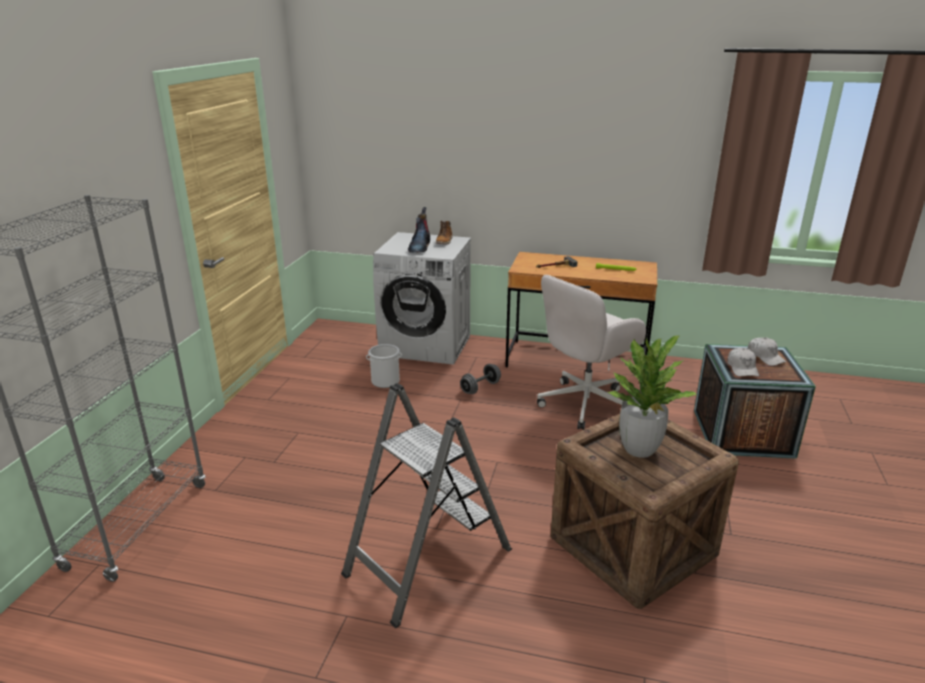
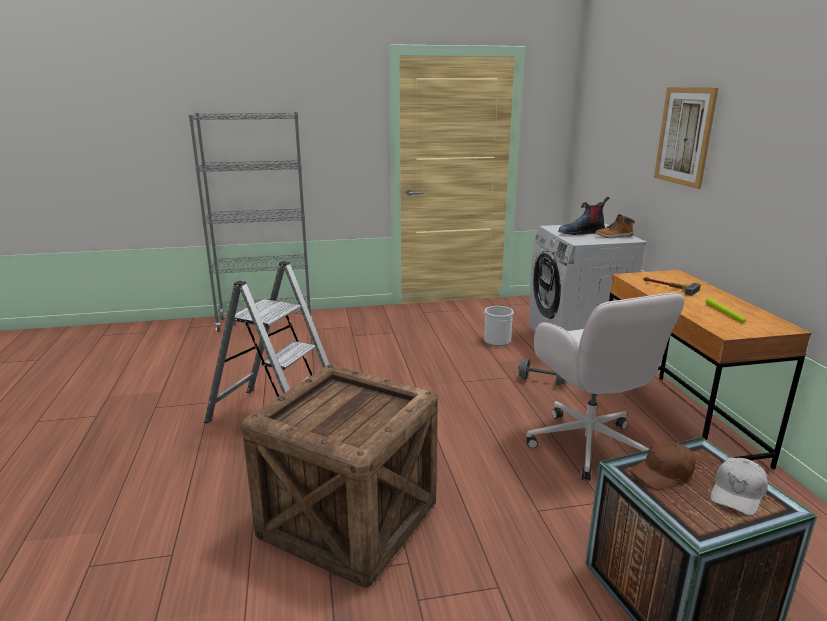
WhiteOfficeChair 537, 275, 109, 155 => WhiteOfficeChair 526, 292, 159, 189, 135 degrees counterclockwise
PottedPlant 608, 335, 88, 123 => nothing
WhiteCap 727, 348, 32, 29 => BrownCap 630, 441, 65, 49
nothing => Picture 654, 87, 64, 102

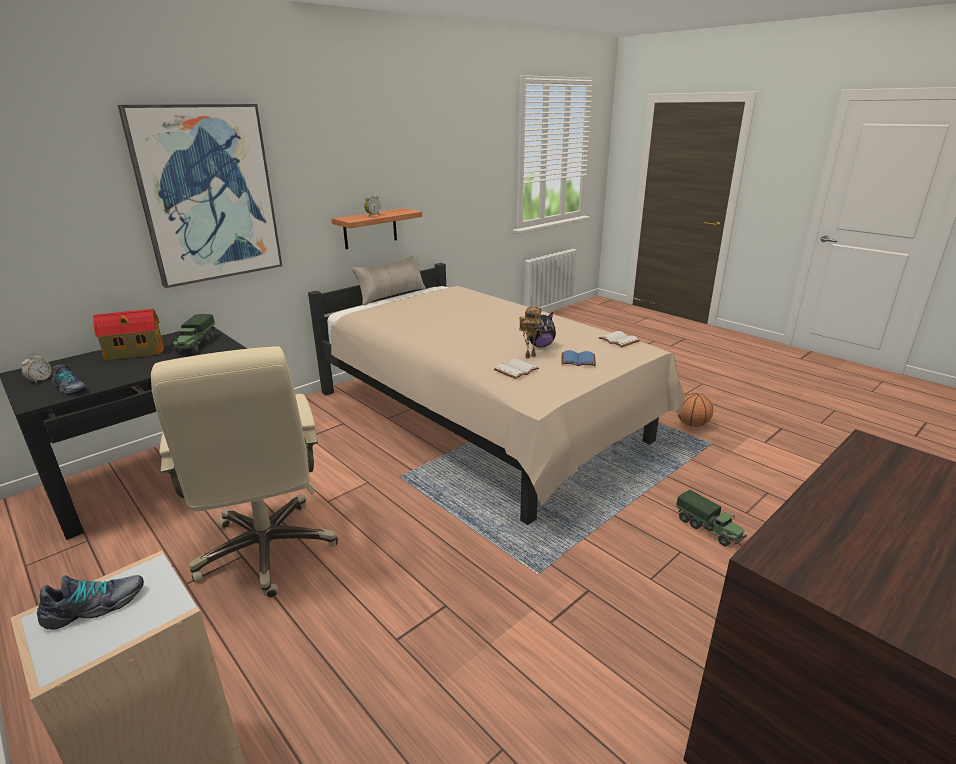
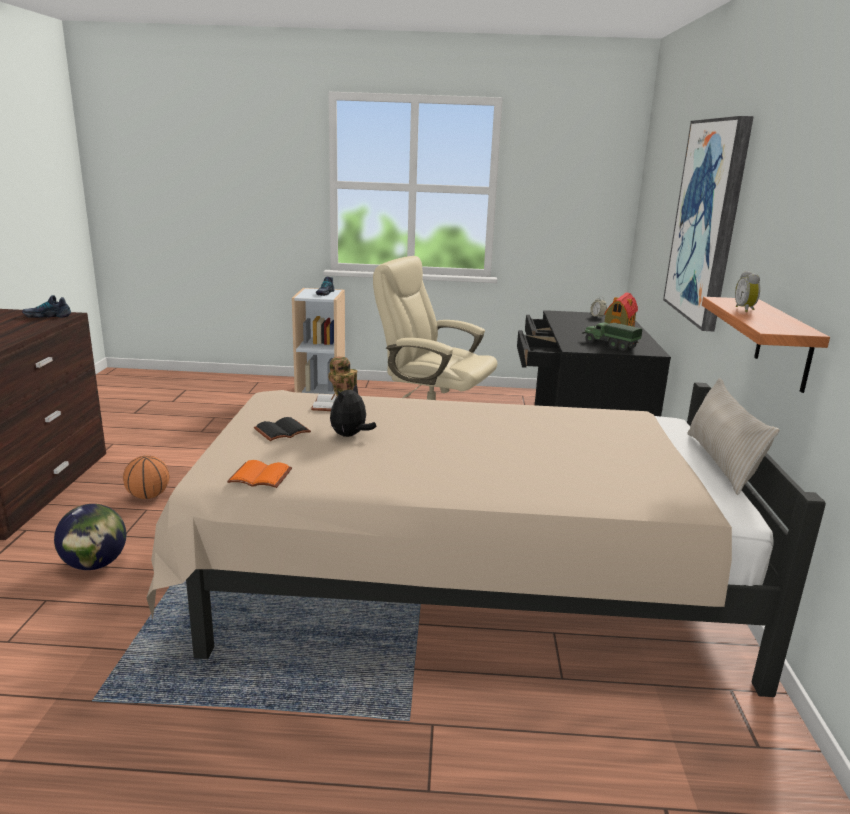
Shoe 52, 364, 36, 31 => Shoe 22, 295, 49, 23, shifted
BlueBook 562, 350, 34, 16 => BlackBook 254, 417, 57, 24
WhiteBook 599, 331, 41, 16 => OrangeBook 227, 460, 65, 28
ToyTruck 676, 490, 71, 57 => Globe 54, 504, 72, 66
Basketball 677, 393, 36, 34 => Basketball 123, 455, 46, 44, shifted

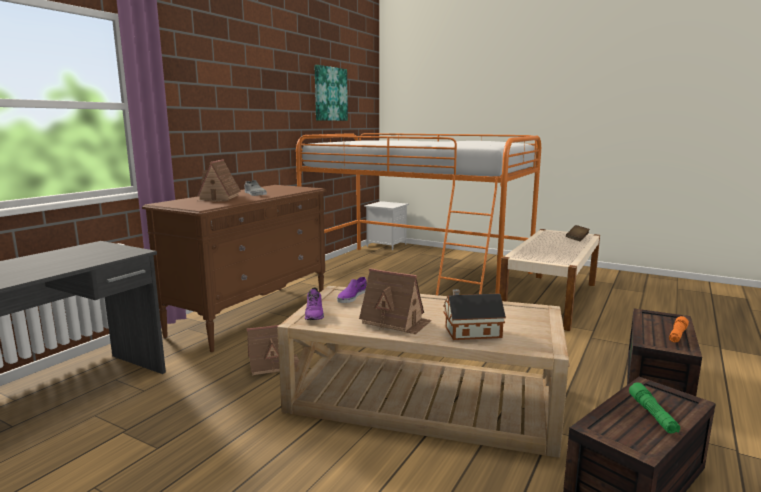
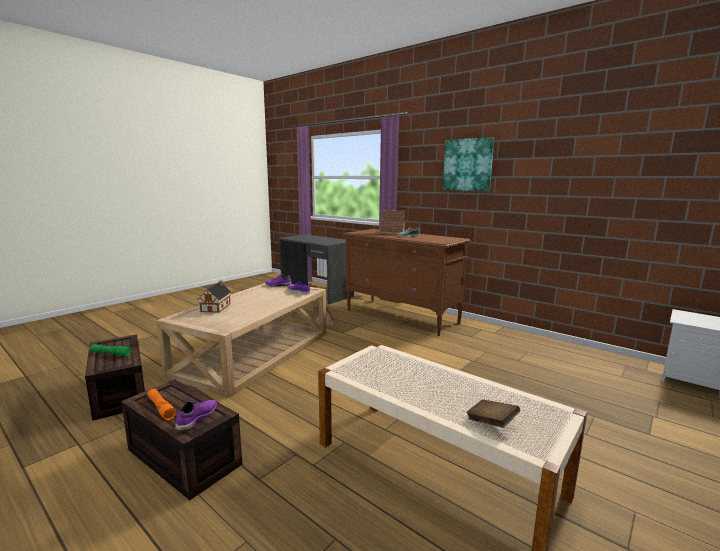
OrangeBed 296, 133, 245, 162 => nothing
Picture 314, 65, 34, 56 => Picture 443, 137, 51, 54, shifted
ToyHouse 359, 268, 73, 66 => nothing
nothing => PurpleShoe 175, 400, 42, 31

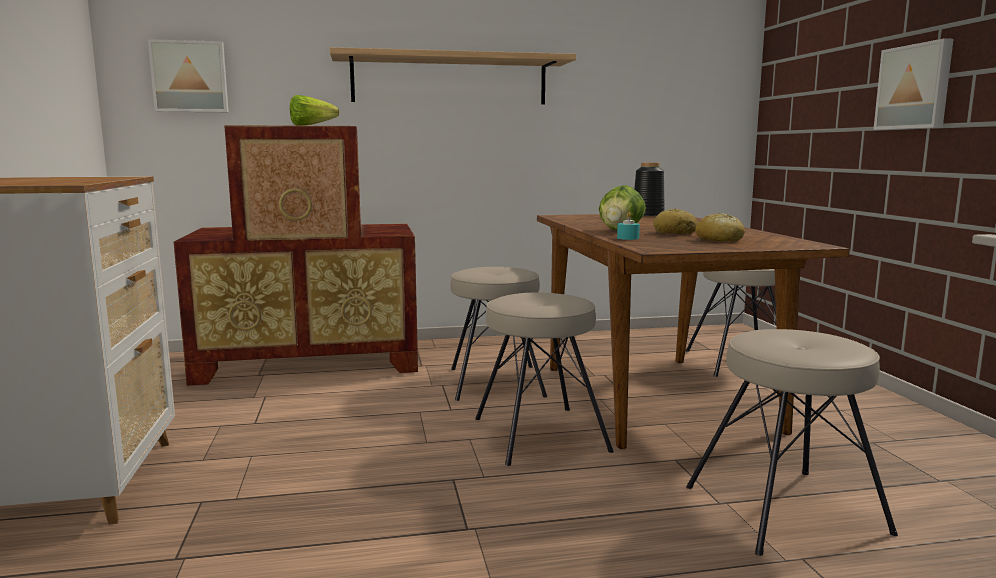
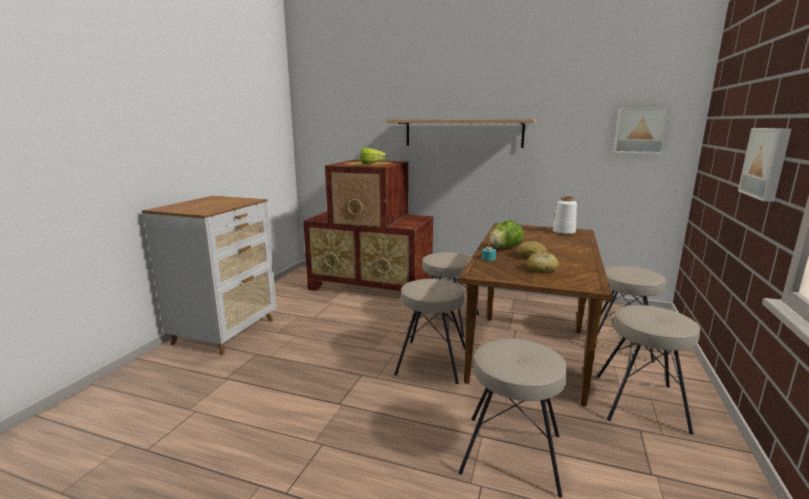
Picture 148, 39, 81, 73 => Picture 613, 107, 57, 47, shifted
BlackVase 634, 162, 31, 55 => WhiteVase 553, 196, 24, 39
nothing => BeigeStool 597, 305, 103, 130

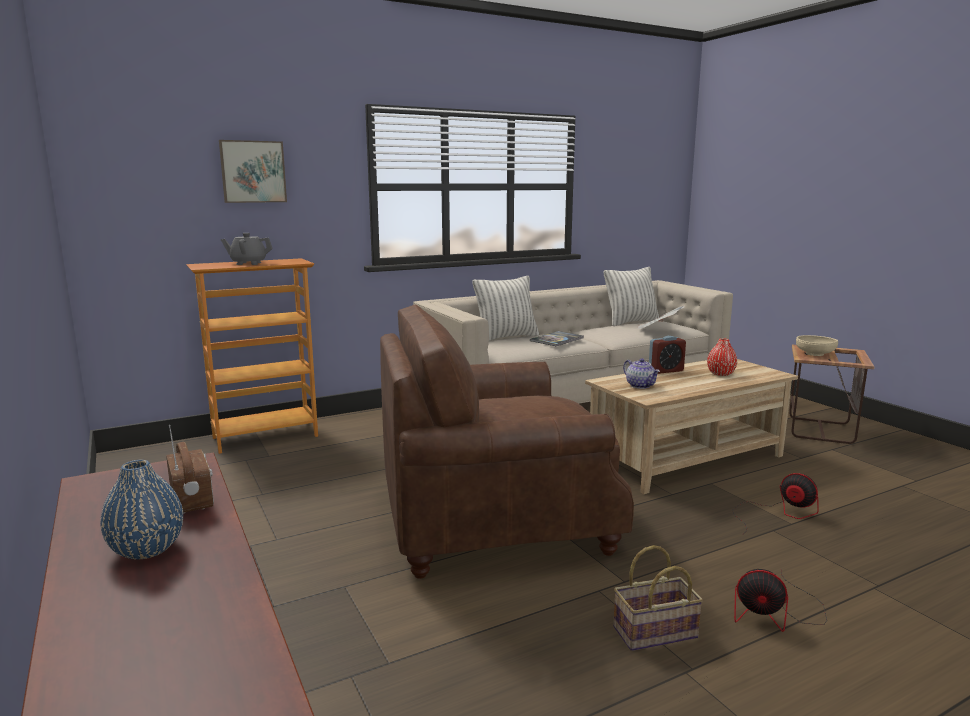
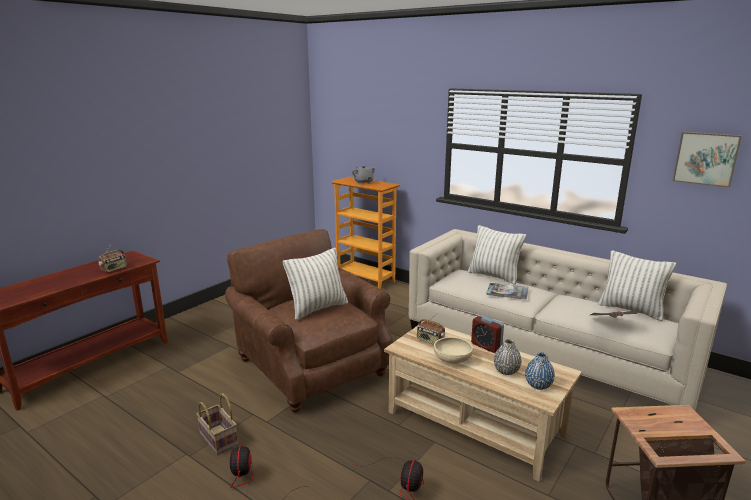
BlueVase 100, 460, 83, 100 => BlueVase 525, 352, 30, 38, shifted
Picture 219, 140, 68, 63 => Picture 673, 132, 69, 56, shifted
Teapot 623, 358, 37, 31 => Radio 417, 313, 28, 32
RedVase 707, 338, 30, 38 => GreyVase 494, 339, 28, 36
BeigeBowl 796, 335, 42, 21 => BeigeBowl 434, 337, 39, 27, shifted
nothing => Pillow 283, 248, 65, 72

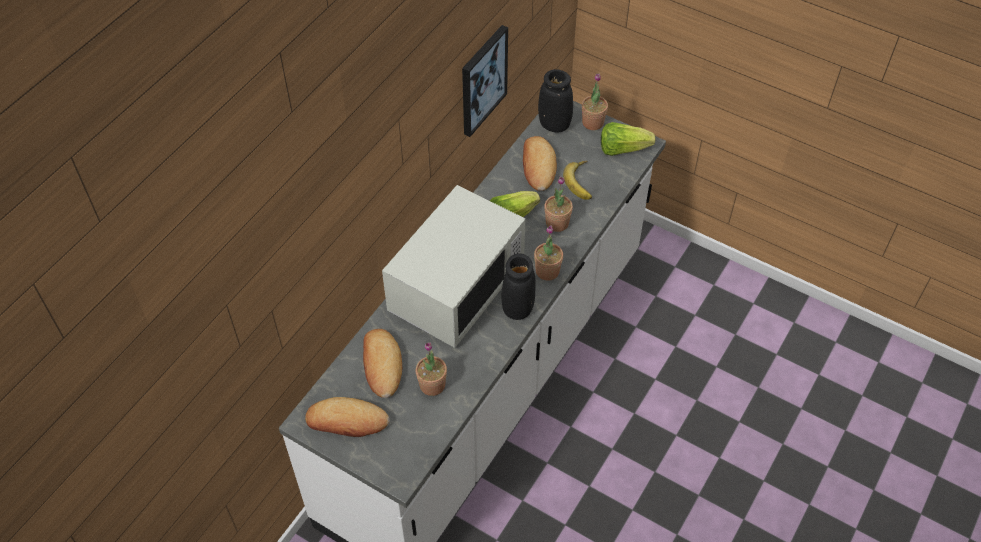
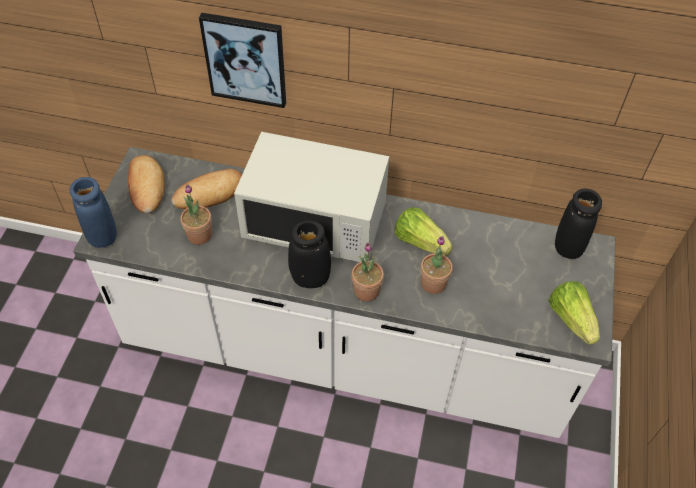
Picture 462, 25, 46, 112 => Picture 199, 13, 87, 95, shifted
Bread 523, 136, 34, 55 => nothing
Banana 563, 161, 29, 39 => nothing
PottedPlant 582, 74, 26, 56 => nothing
nothing => BlueVase 70, 177, 47, 71

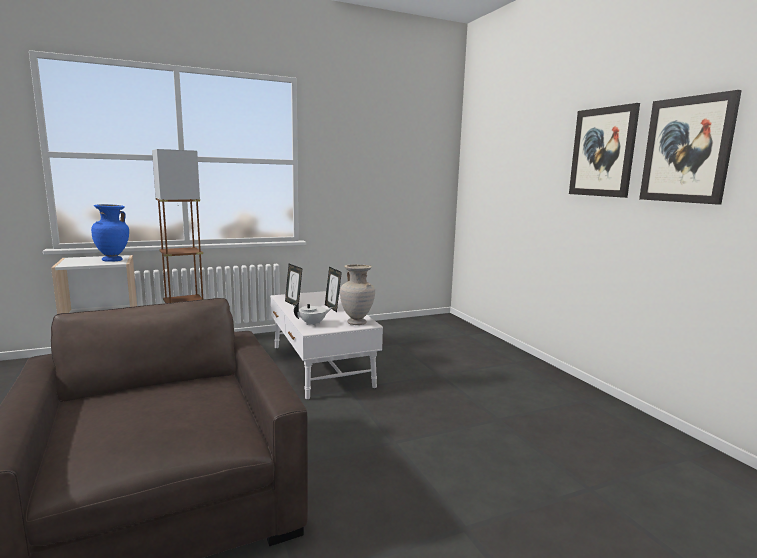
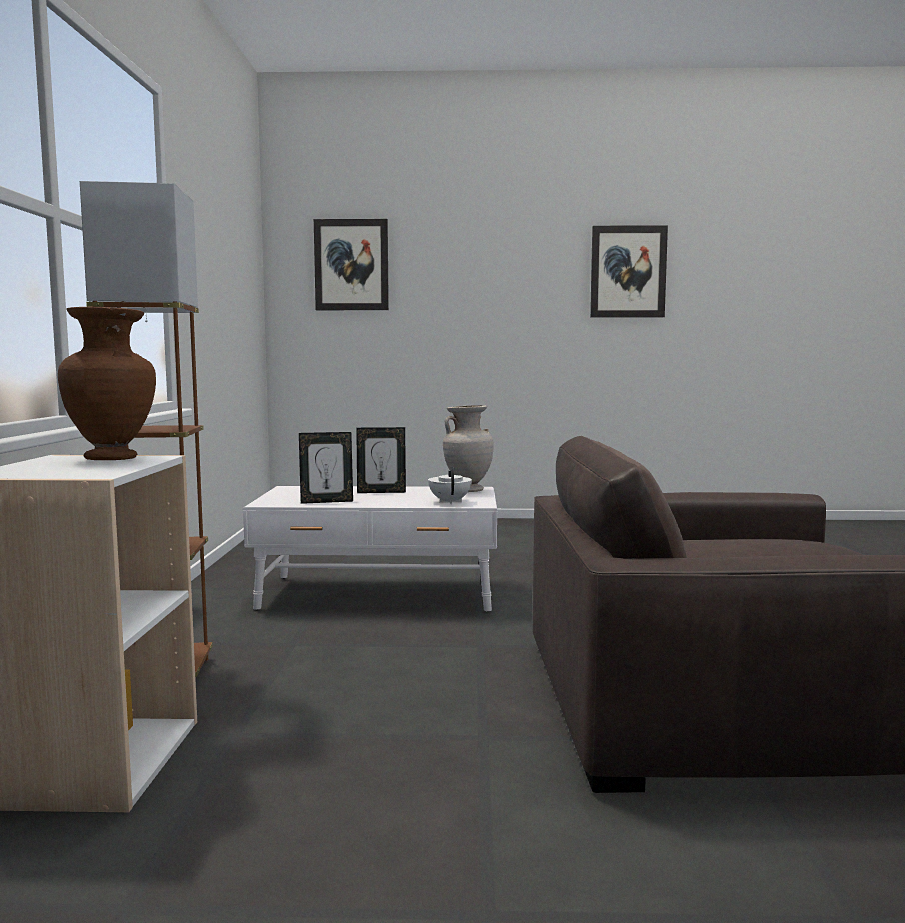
BlueVase 91, 204, 38, 58 => BrownVase 58, 307, 98, 153
Picture 569, 103, 71, 95 => Picture 314, 219, 75, 91, shifted

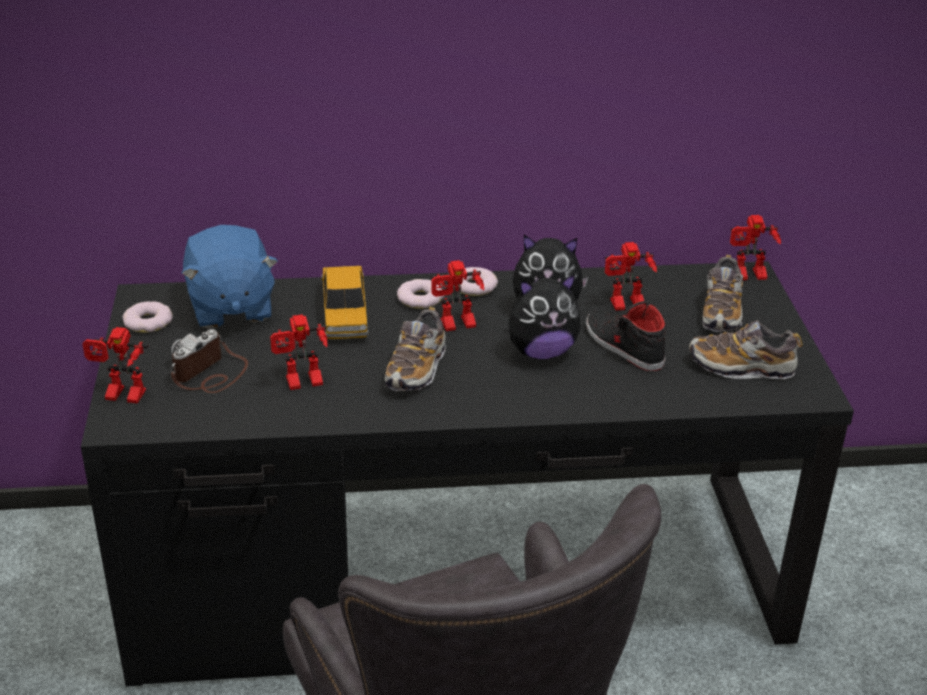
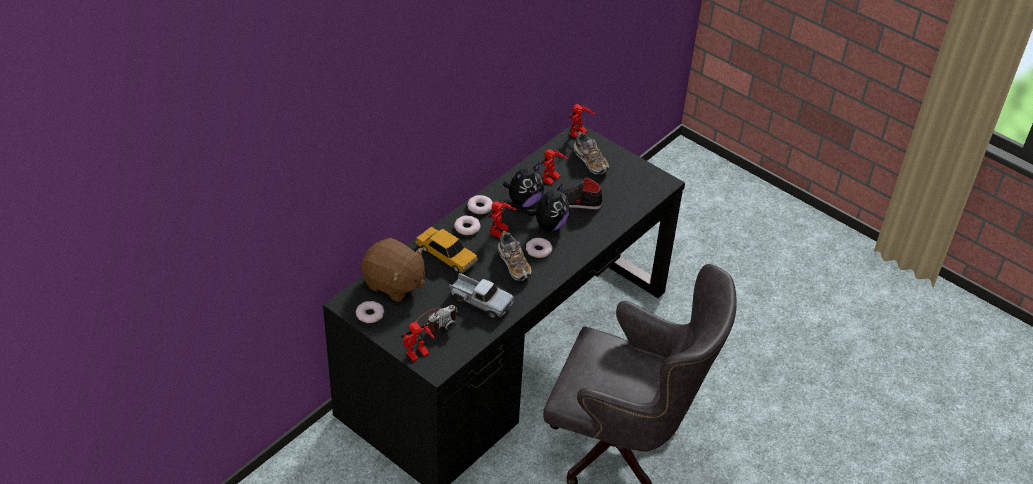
PhotoCamera 170, 329, 78, 64 => PhotoCamera 415, 305, 43, 27, 120 degrees counterclockwise
BluePlushToy 181, 225, 97, 104 => BrownPlushToy 361, 238, 64, 64
ToyRobot 270, 314, 57, 76 => ToyTruck 449, 273, 65, 45
Shoe 689, 320, 114, 59 => nothing
nothing => Donut 526, 238, 26, 20

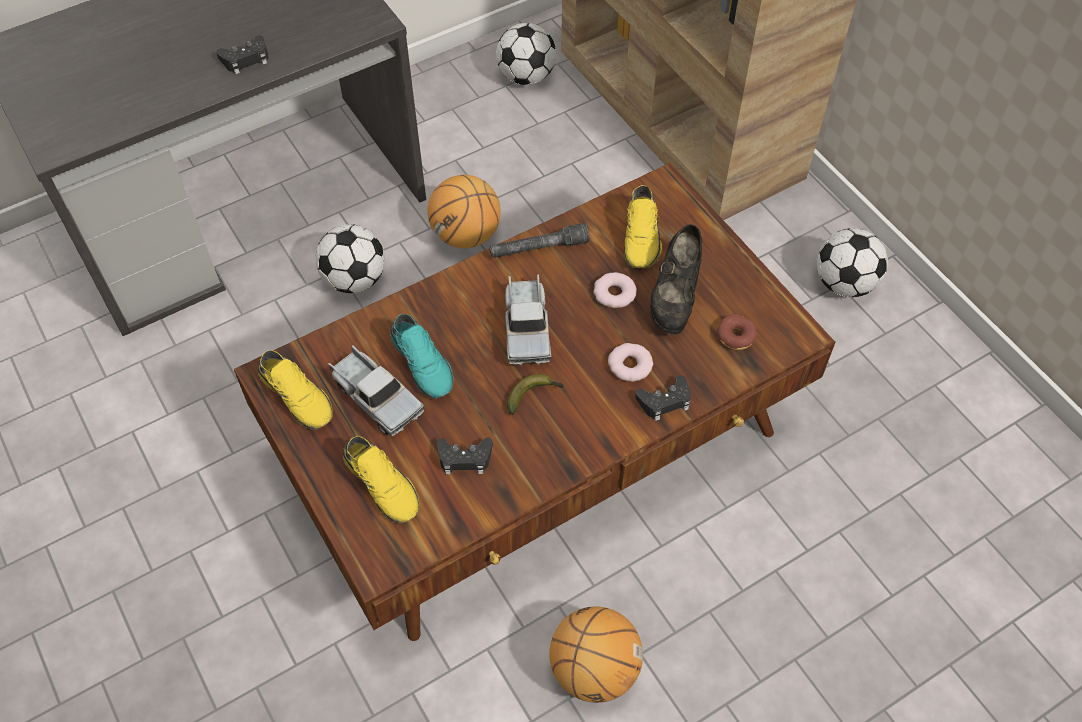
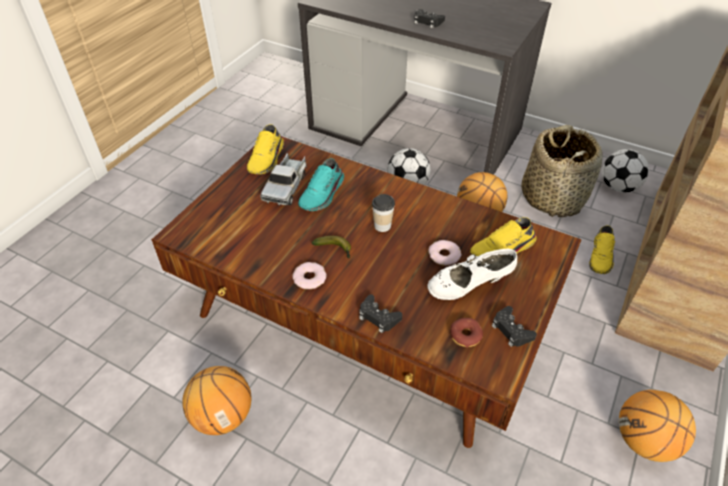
YellowShoe 343, 436, 76, 88 => YellowShoe 589, 226, 26, 48, shifted
BlackGameController 437, 437, 56, 37 => BlackGameController 492, 306, 45, 41, shifted
GreyFlashlight 489, 223, 100, 35 => nothing
ToyTruck 505, 274, 46, 92 => Cup 372, 194, 23, 38
Donut 608, 343, 45, 39 => Donut 292, 262, 34, 27, shifted
BlackShoe 650, 224, 52, 110 => WhiteShoe 427, 249, 90, 51
Football 817, 228, 71, 69 => Basketball 619, 389, 77, 73
nothing => Basket 521, 125, 82, 92

